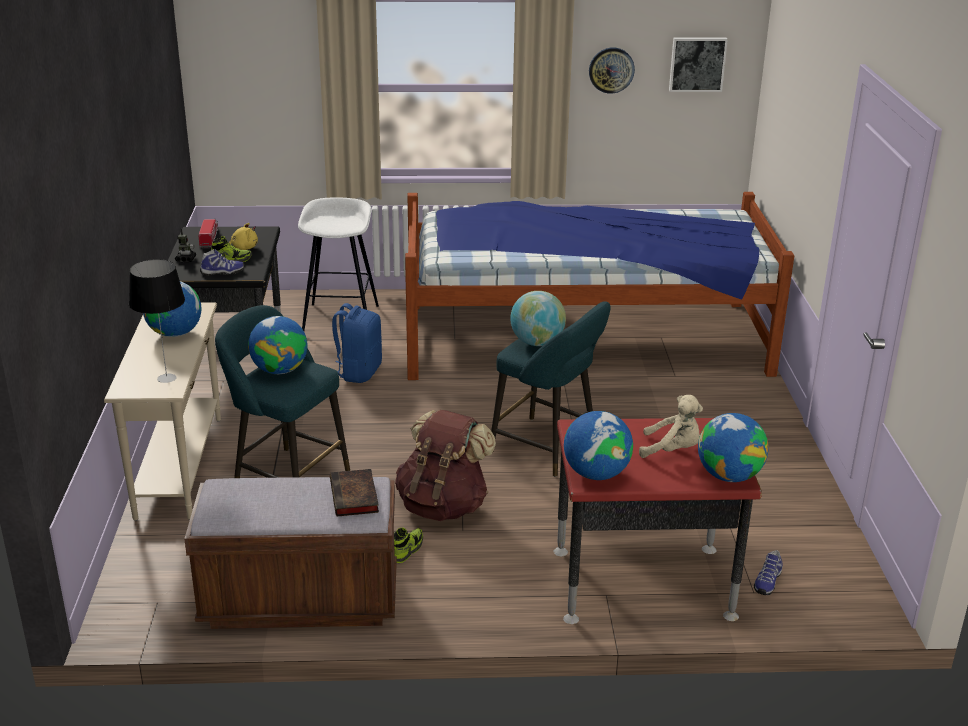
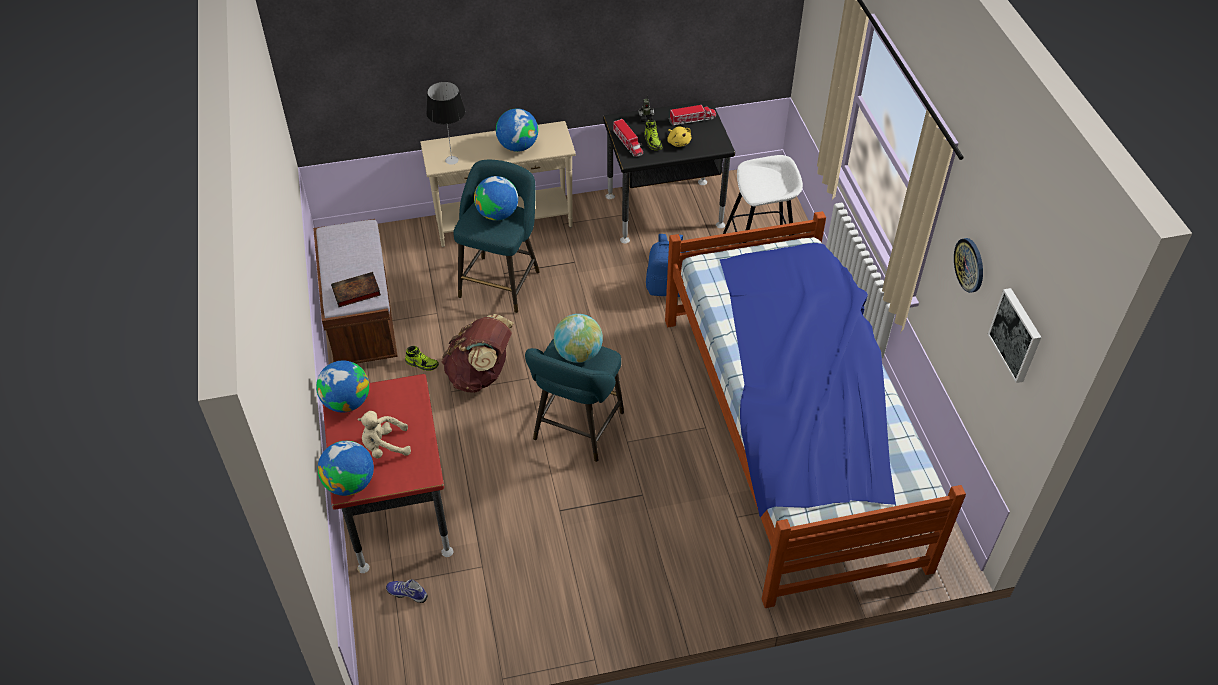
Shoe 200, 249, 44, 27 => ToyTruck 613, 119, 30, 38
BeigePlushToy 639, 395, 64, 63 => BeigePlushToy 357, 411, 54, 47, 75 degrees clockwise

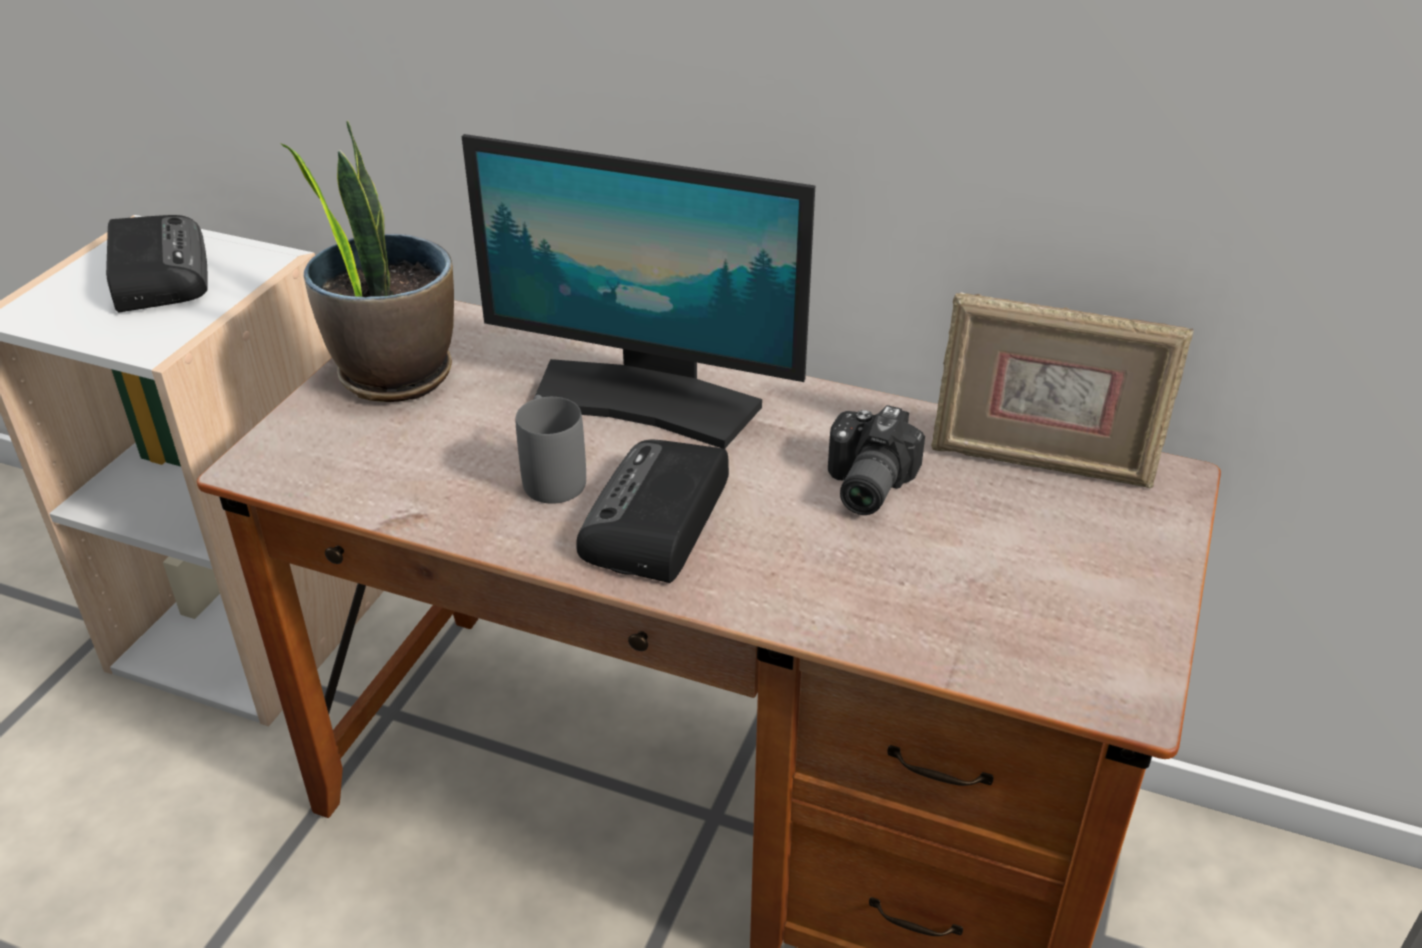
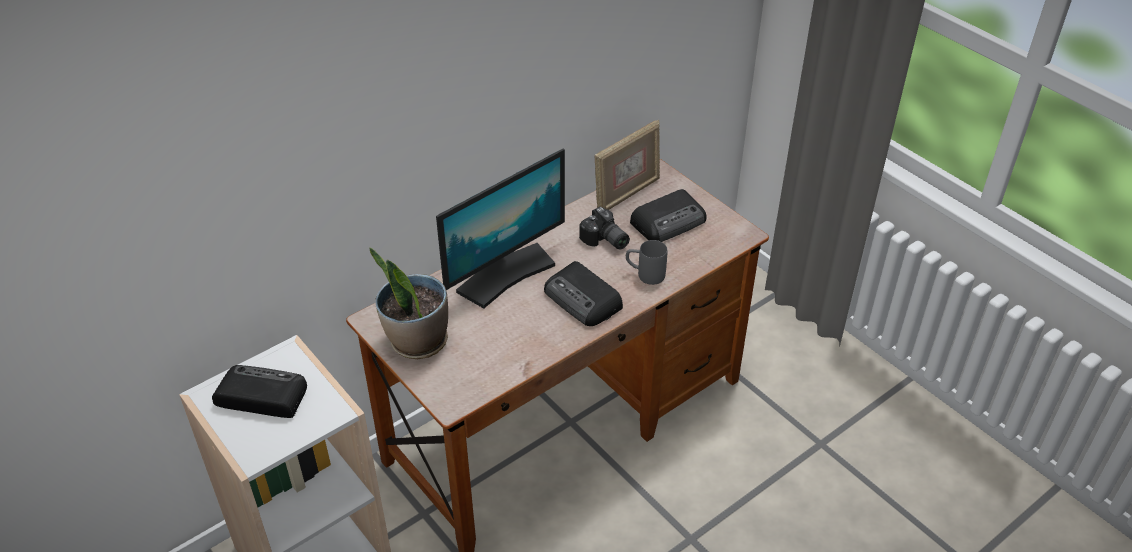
GreyMug 516, 395, 70, 109 => GreyMug 626, 240, 41, 45, shifted
nothing => Radio 630, 189, 76, 53

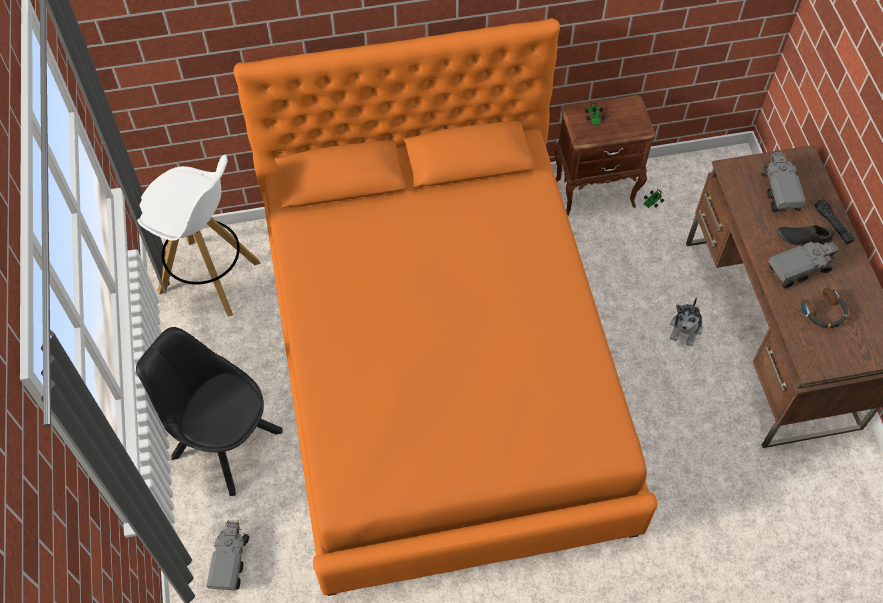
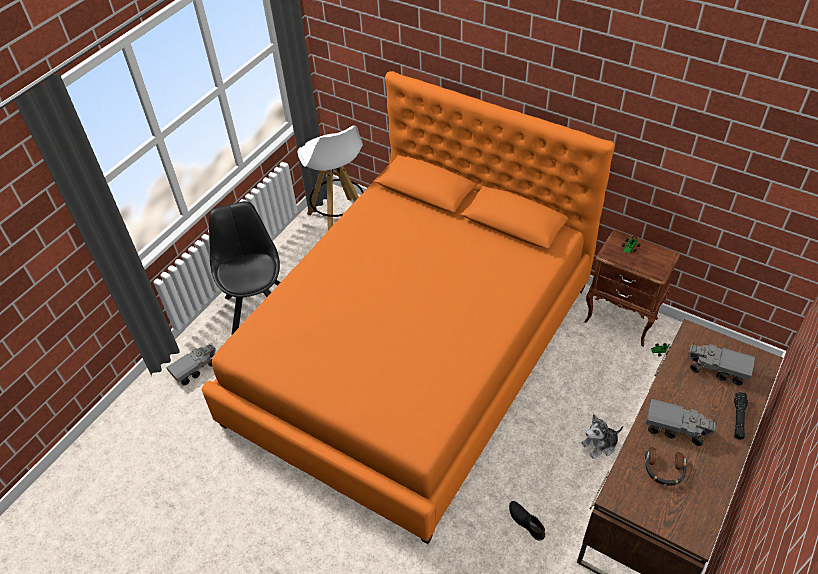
ToyTruck 761, 151, 45, 61 => ToyTruck 688, 344, 67, 42, 105 degrees counterclockwise
BlackShoe 777, 225, 58, 20 => BlackShoe 509, 501, 36, 40, shifted

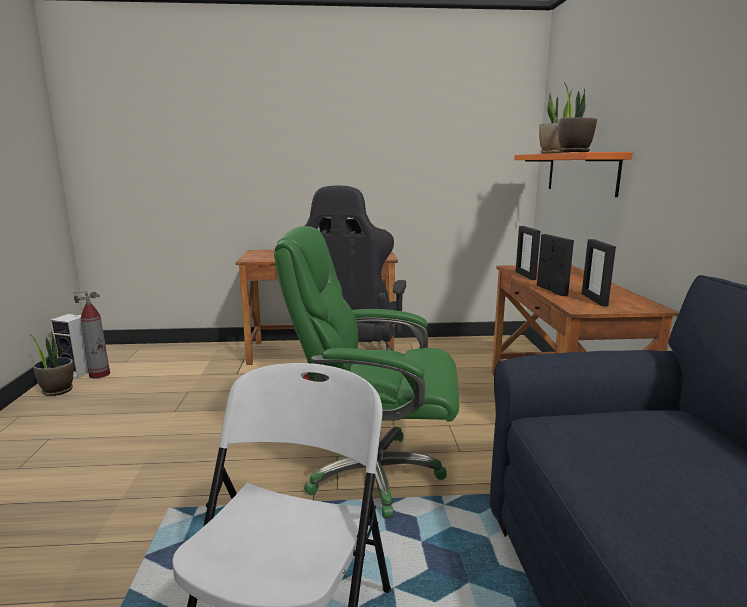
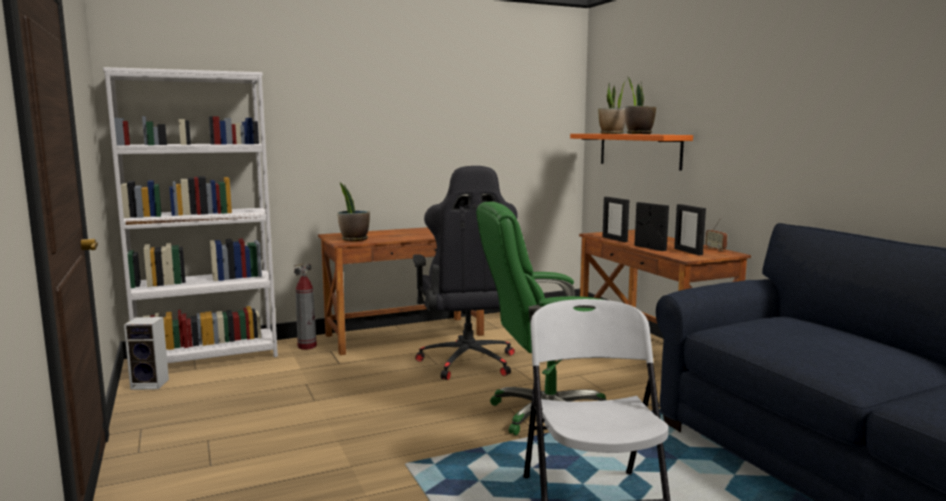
PottedPlant 29, 331, 44, 65 => PottedPlant 337, 183, 33, 58, shifted
FireExtinguisher 74, 291, 36, 88 => FireExtinguisher 294, 264, 23, 86, shifted
nothing => WhiteBookcase 103, 67, 175, 296
nothing => Radio 705, 218, 22, 33

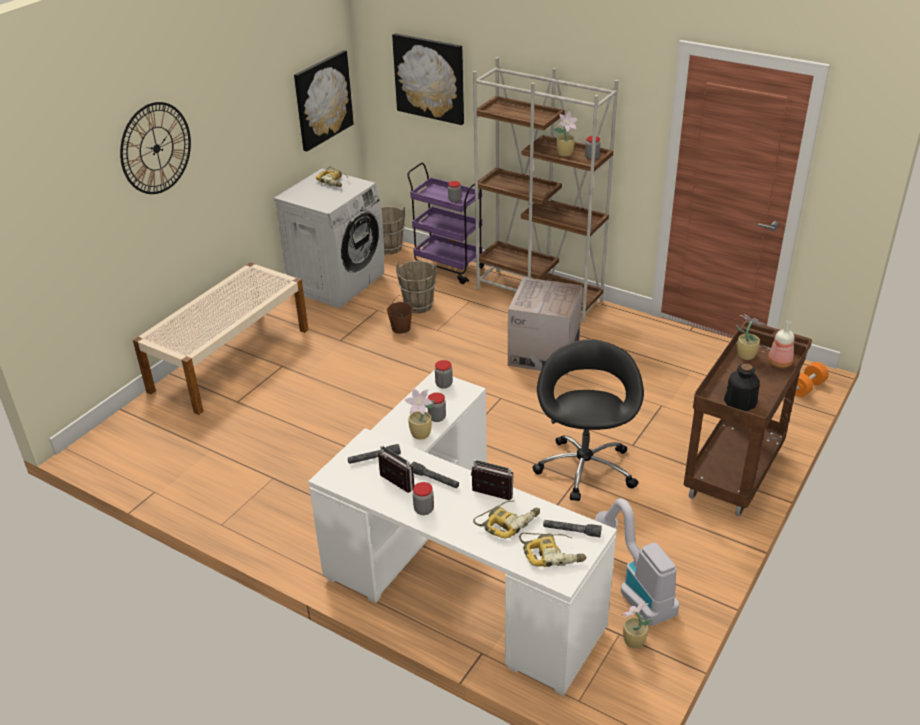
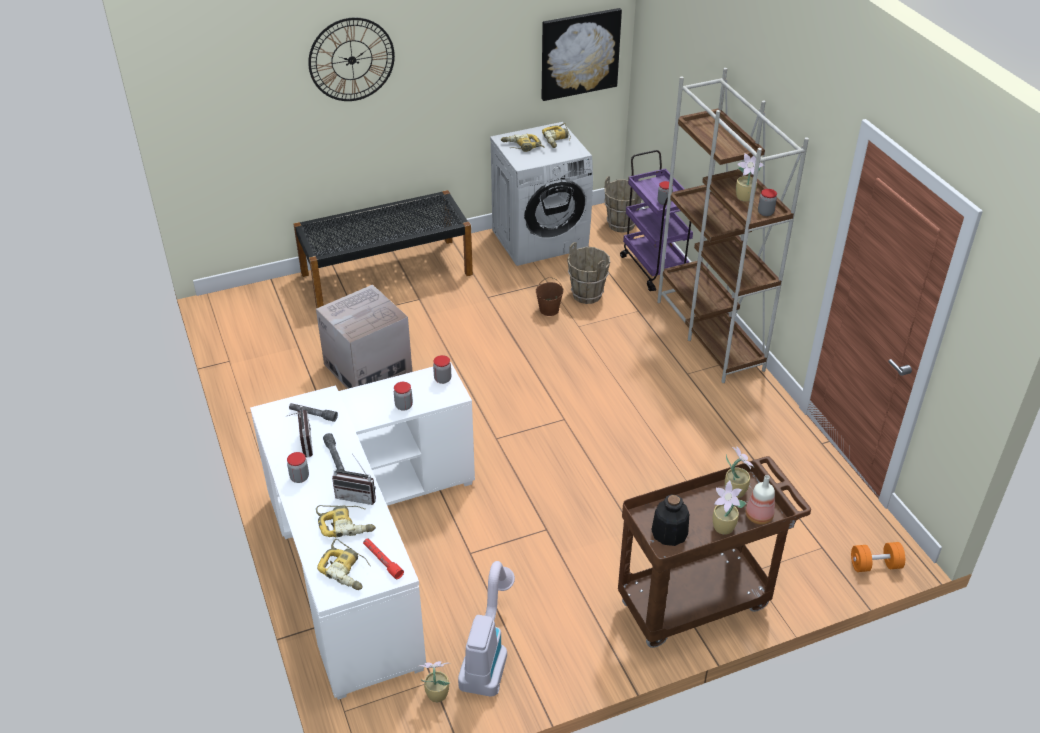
BeigeBench 133, 262, 176, 153 => BlackBench 293, 190, 180, 119
Picture 392, 33, 72, 92 => nothing
PottedPlant 405, 387, 30, 53 => PottedPlant 713, 480, 33, 55, shifted
Radio 471, 459, 42, 41 => Radio 332, 455, 44, 50, 135 degrees clockwise
CardboardBox 508, 277, 75, 98 => CardboardBox 316, 285, 96, 104, shifted
BlackOfficeChair 533, 339, 111, 162 => nothing
GreyFlashlight 543, 520, 59, 17 => RedFlashlight 363, 538, 41, 41
nothing => PowerDrill 501, 134, 43, 18

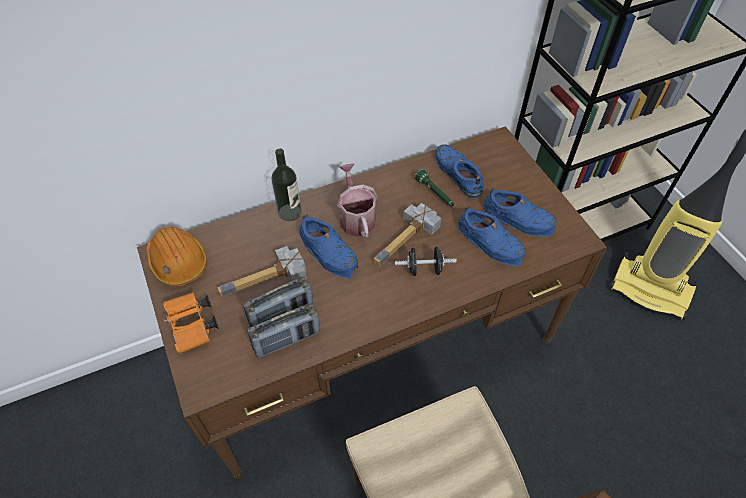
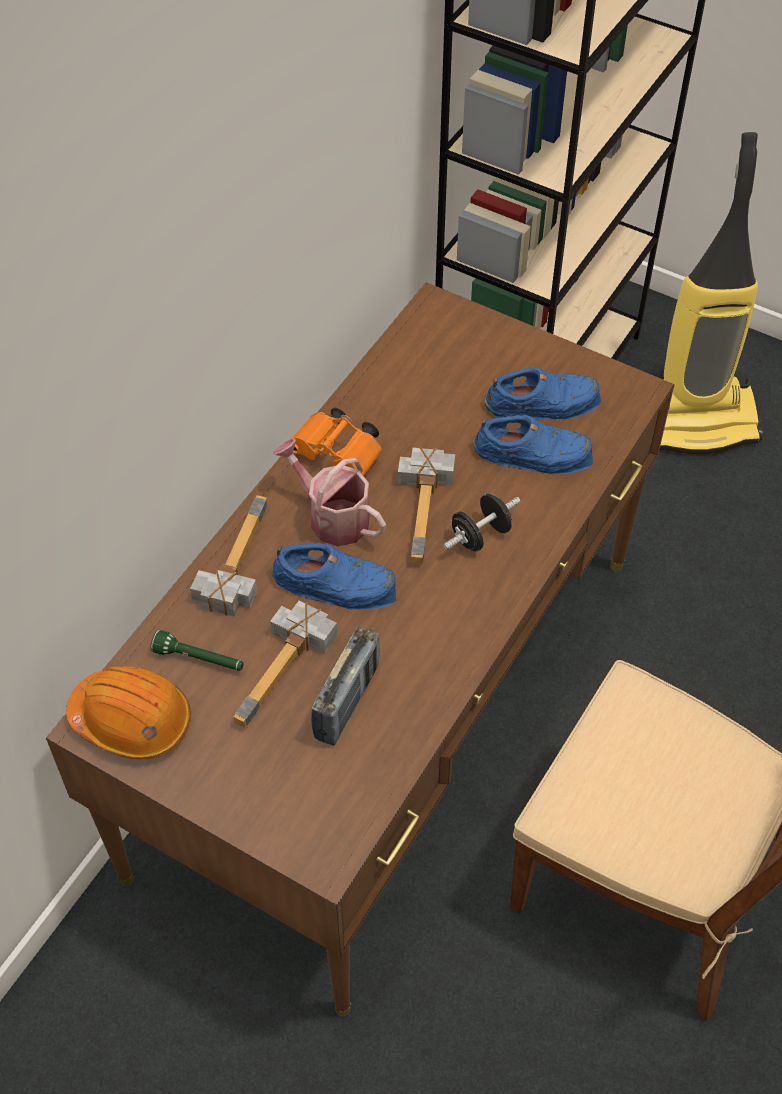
OrangeBinoculars 163, 292, 56, 61 => OrangeBinoculars 291, 408, 91, 68, shifted
Radio 248, 303, 72, 55 => nothing
Bottle 272, 148, 29, 73 => Hammer 190, 495, 78, 121
GreenFlashlight 415, 169, 39, 38 => GreenFlashlight 151, 630, 93, 41, shifted
BlueShoe 435, 144, 49, 54 => nothing

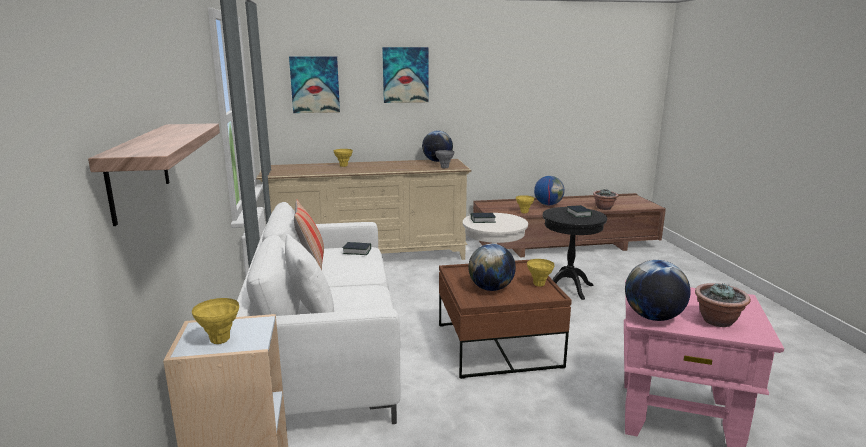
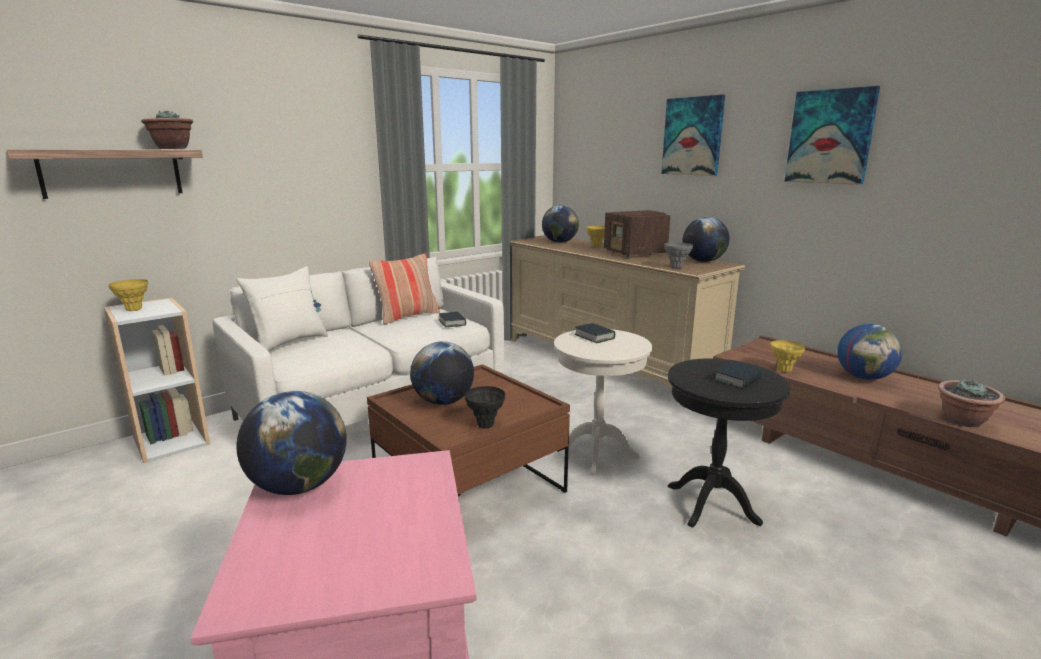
Picture 289, 56, 51, 57 => Picture 785, 86, 95, 99, shifted
YellowVase 527, 259, 27, 28 => BlackVase 465, 386, 40, 43
PottedPlant 695, 283, 56, 44 => PottedPlant 141, 111, 52, 38, shifted
nothing => Globe 542, 205, 37, 38
nothing => Radio 604, 210, 67, 47

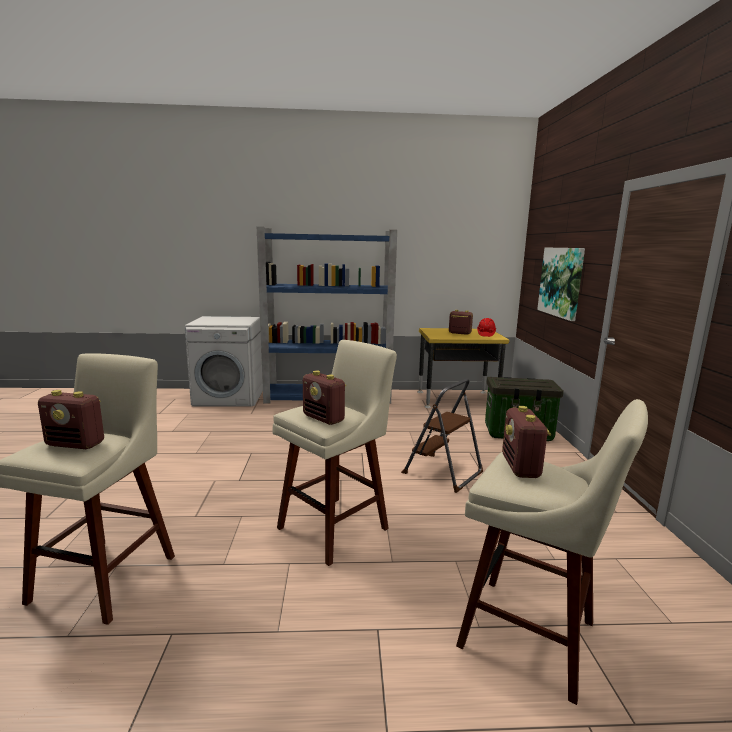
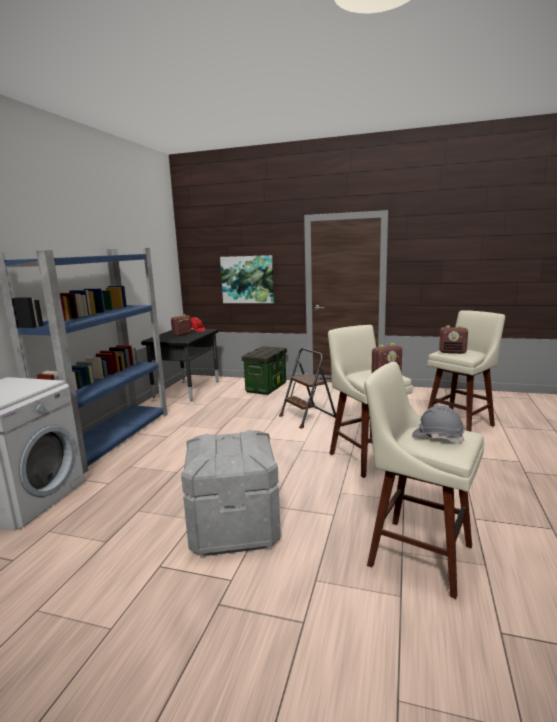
Radio 38, 390, 66, 59 => GreyHardHat 412, 406, 52, 37
YellowDesk 417, 328, 92, 80 => BlackDesk 141, 329, 79, 75
nothing => GreyStorageBox 181, 430, 100, 126

